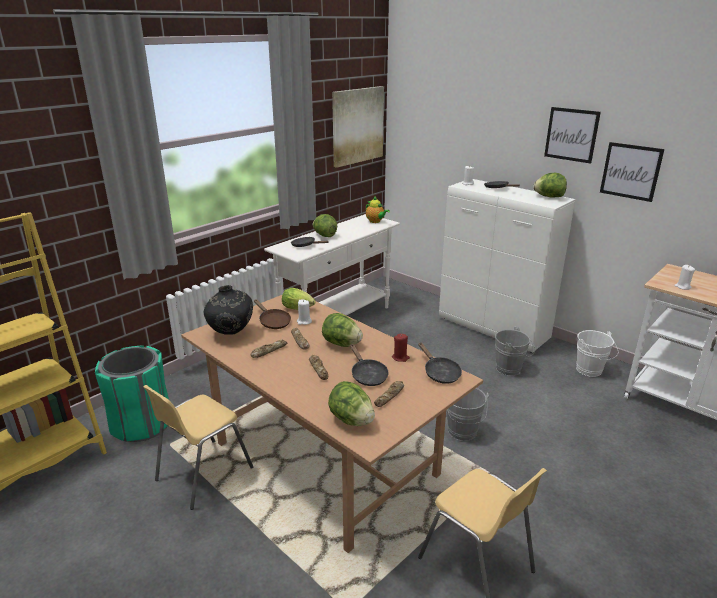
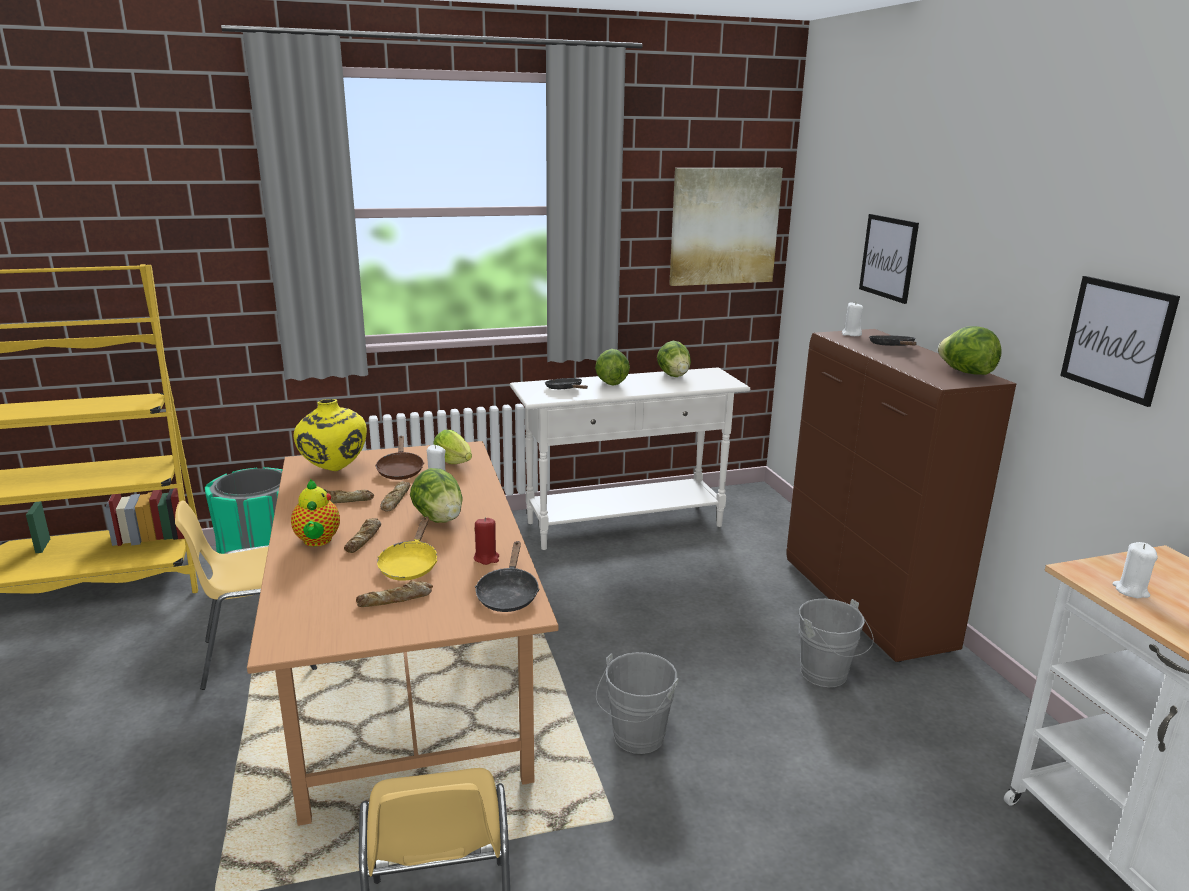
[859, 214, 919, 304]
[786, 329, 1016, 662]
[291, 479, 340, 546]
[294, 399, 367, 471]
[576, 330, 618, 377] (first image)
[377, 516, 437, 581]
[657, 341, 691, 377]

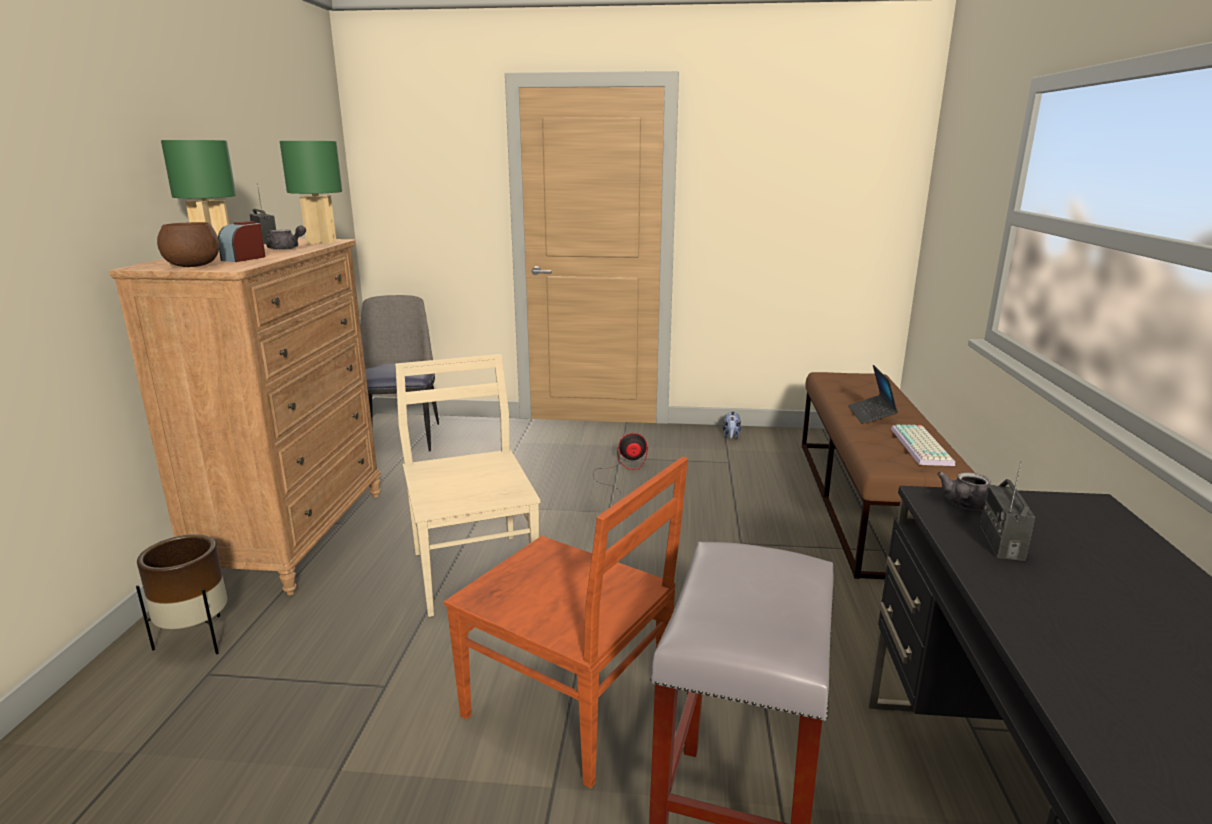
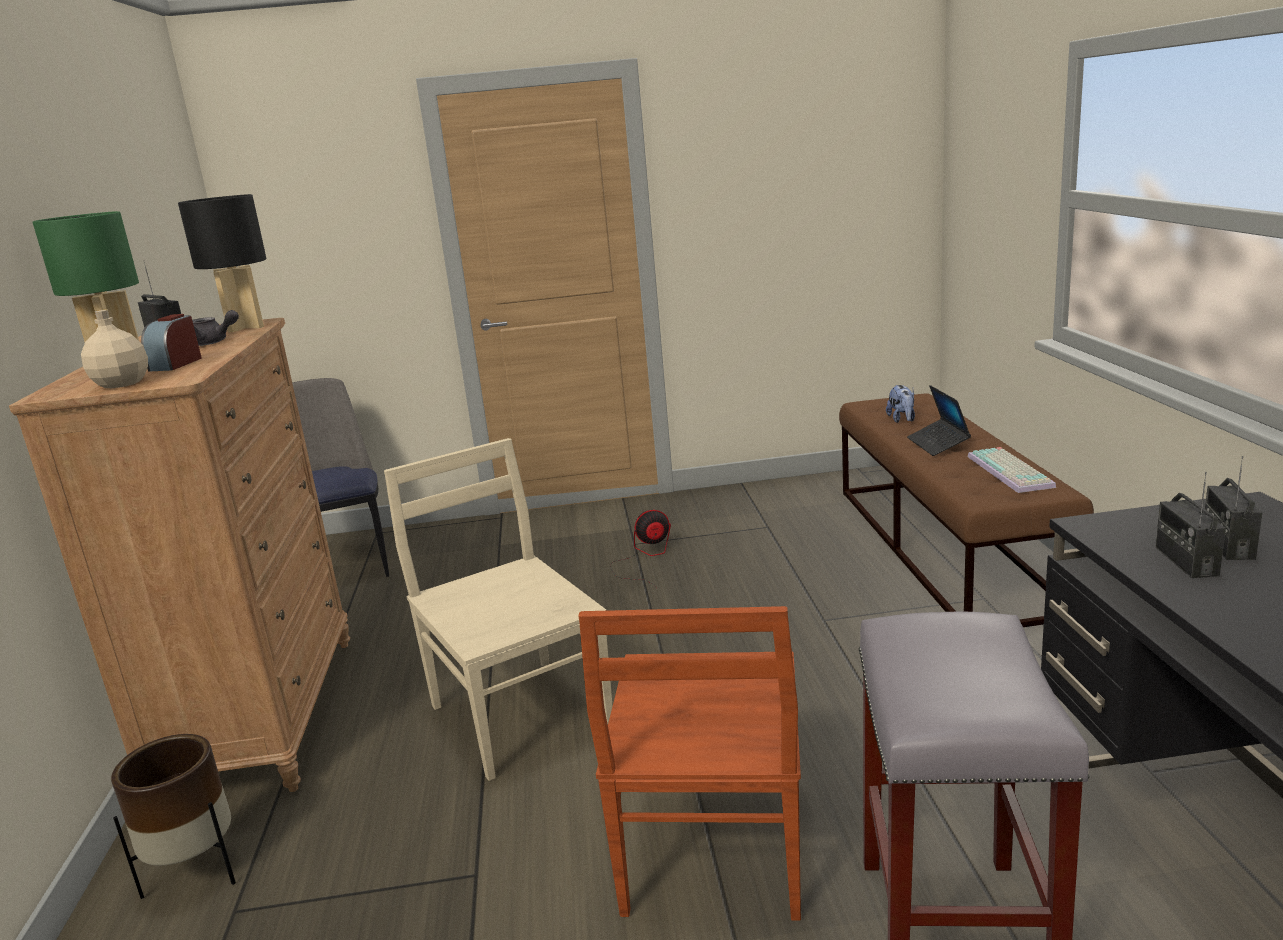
[178, 194, 266, 332]
[81, 310, 148, 388]
[886, 385, 915, 423]
[578, 606, 801, 921]
[937, 472, 991, 510] (first image)
[1204, 456, 1263, 560]

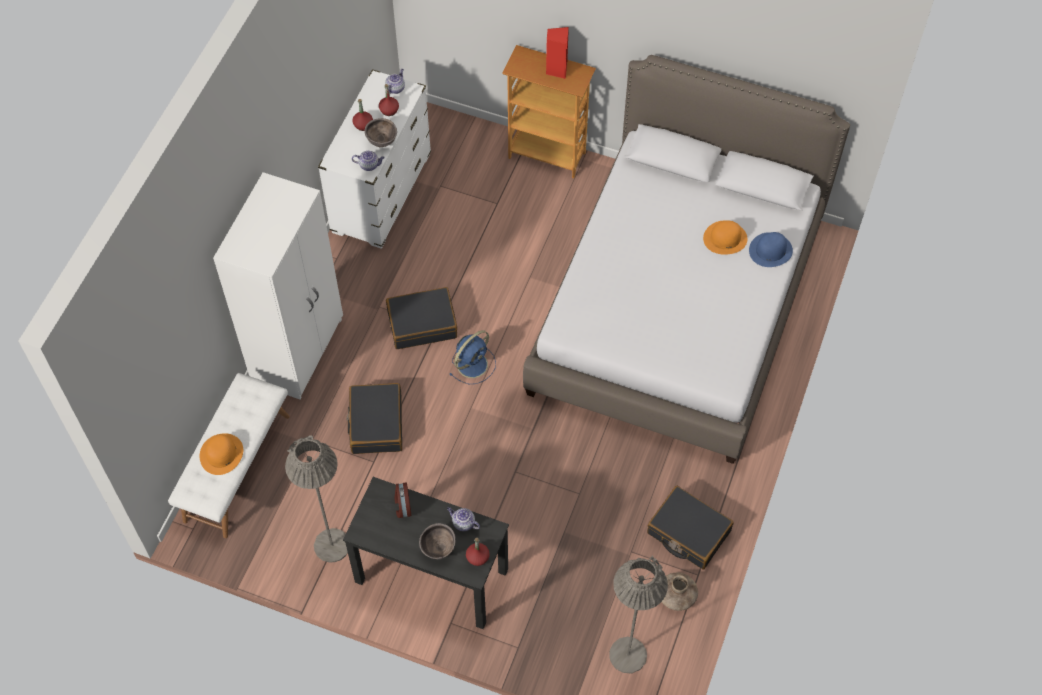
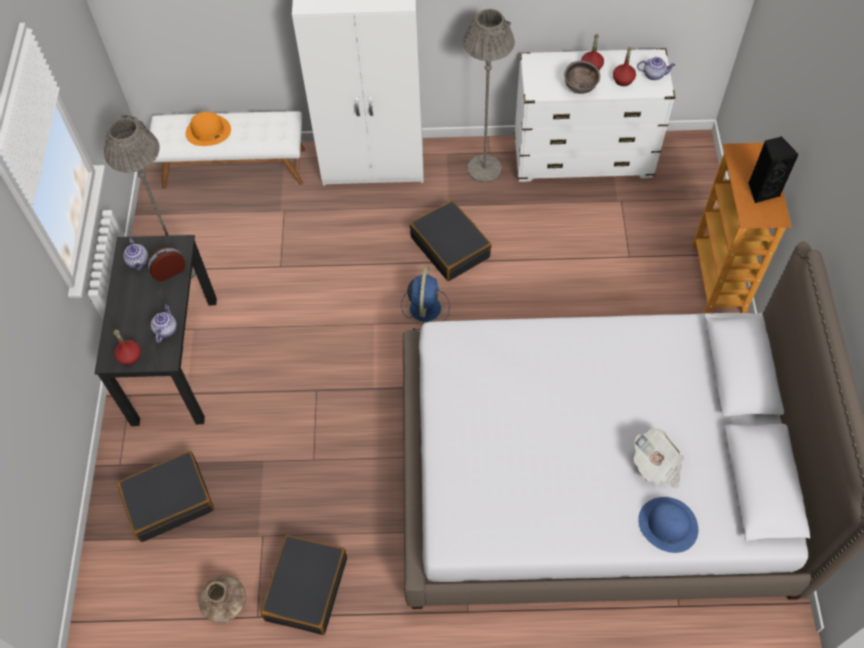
[748, 136, 799, 203]
[123, 238, 149, 270]
[634, 428, 684, 488]
[401, 266, 450, 330]
[117, 451, 214, 542]
[419, 523, 456, 560] (first image)
[463, 9, 515, 183]

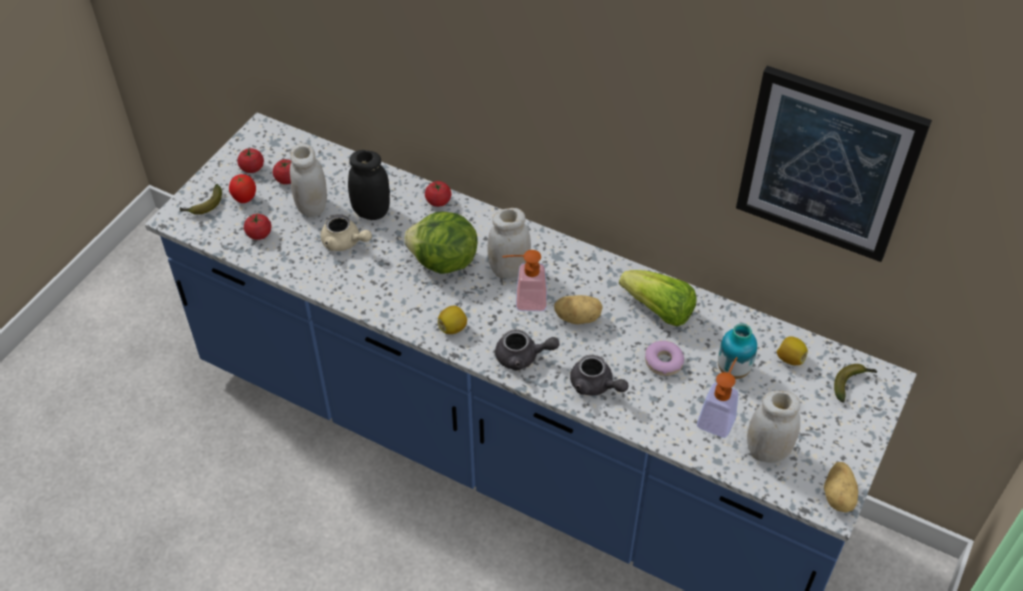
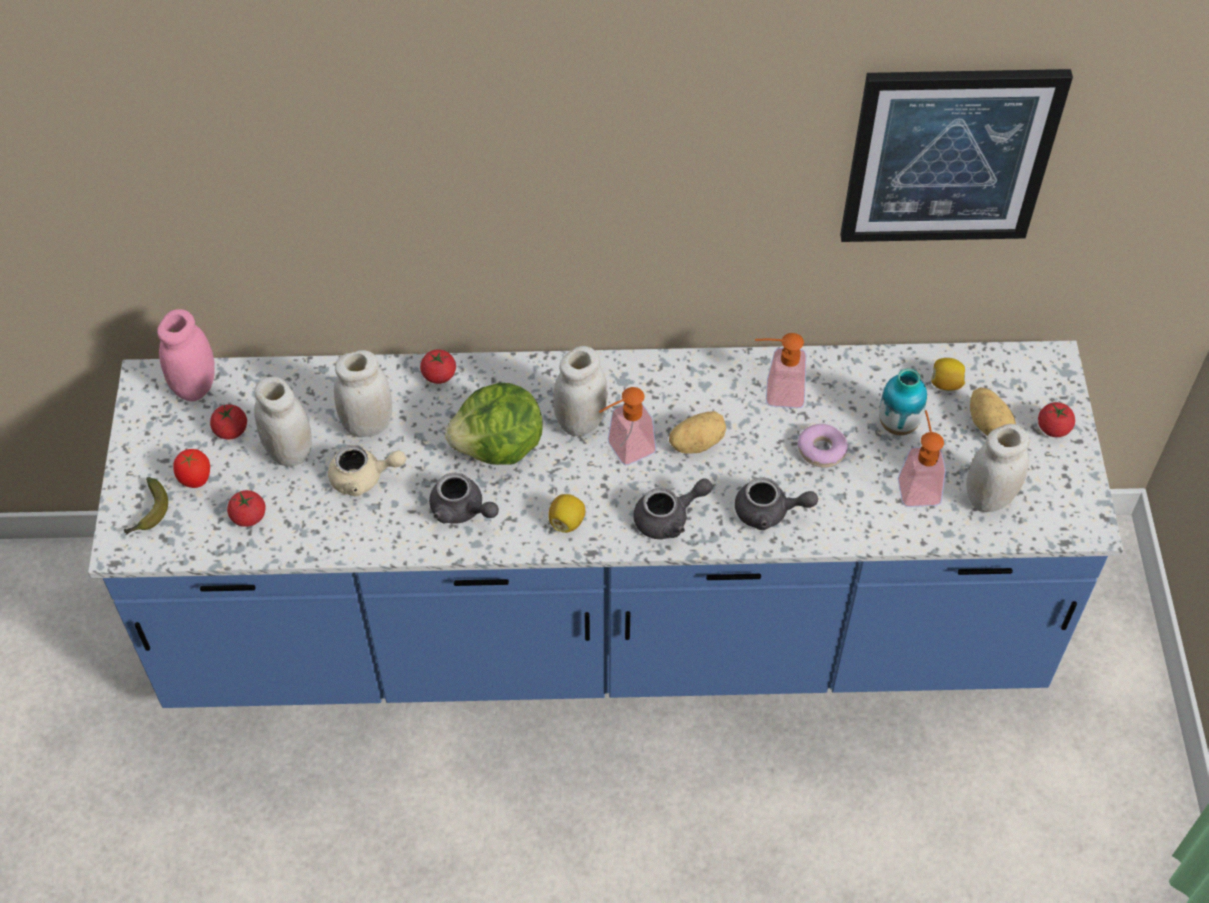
[1038, 402, 1075, 437]
[334, 350, 392, 437]
[755, 333, 806, 408]
[834, 364, 877, 402] (first image)
[970, 387, 1016, 436]
[157, 309, 215, 401]
[429, 473, 499, 523]

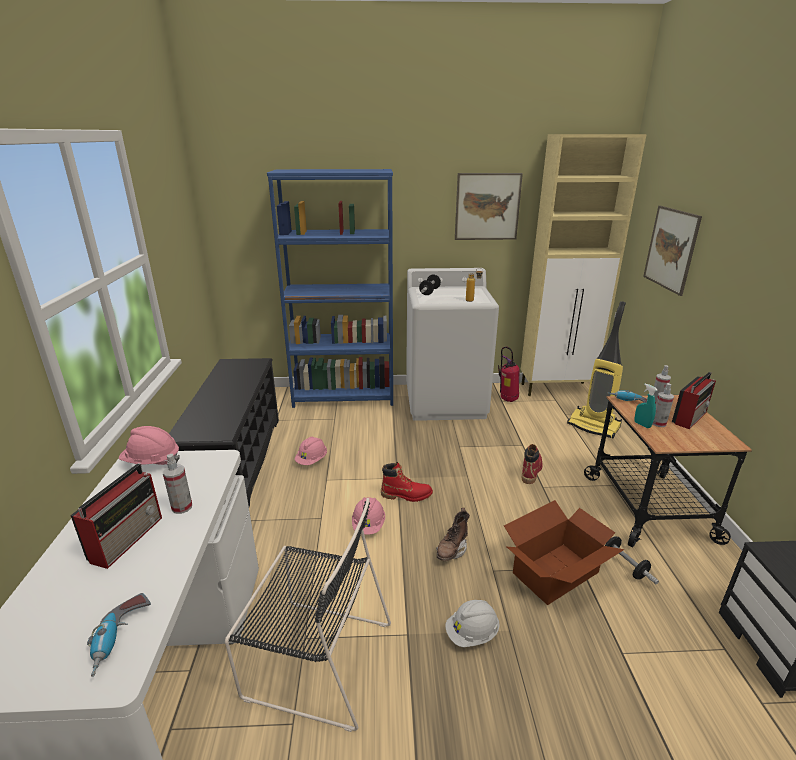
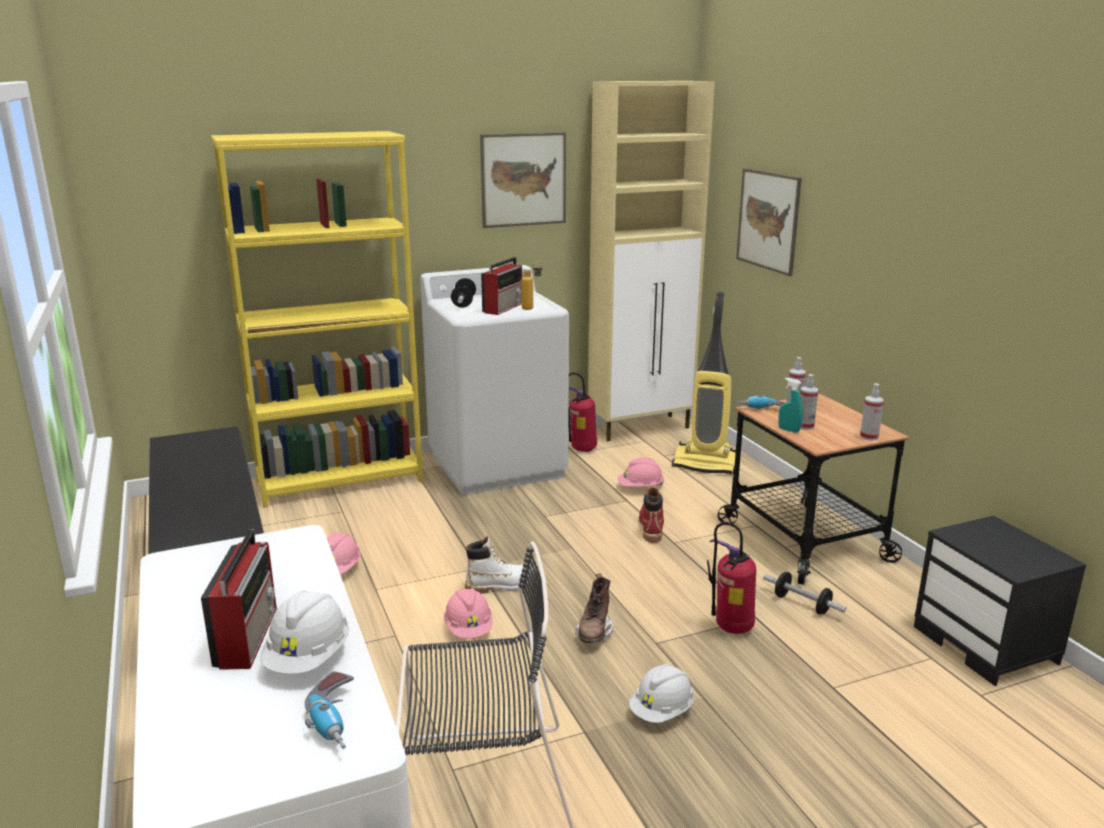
[211, 131, 423, 508]
[481, 257, 522, 315]
[618, 457, 664, 487]
[860, 383, 884, 441]
[465, 536, 538, 594]
[707, 522, 756, 634]
[260, 590, 349, 674]

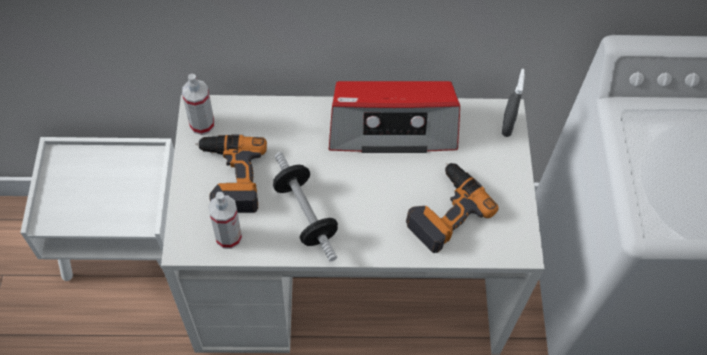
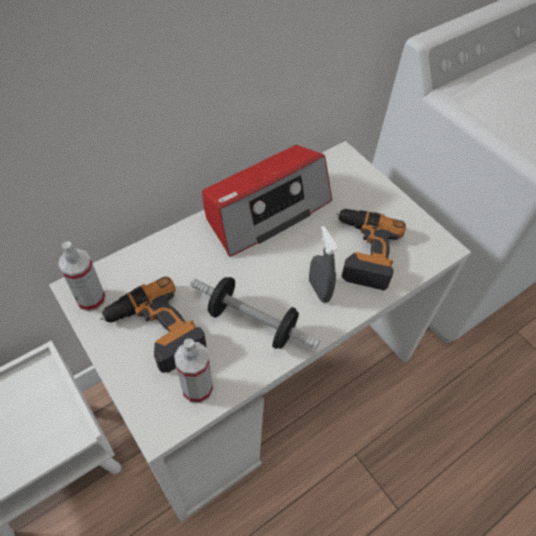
[309, 226, 338, 303]

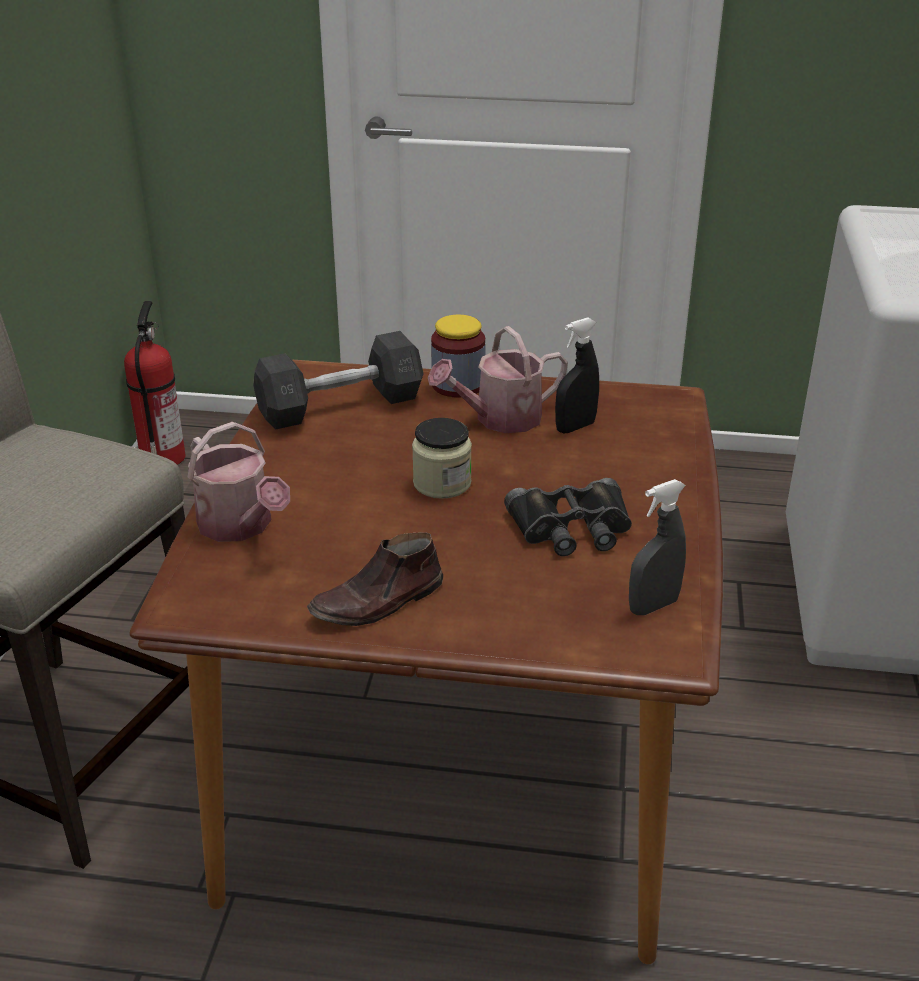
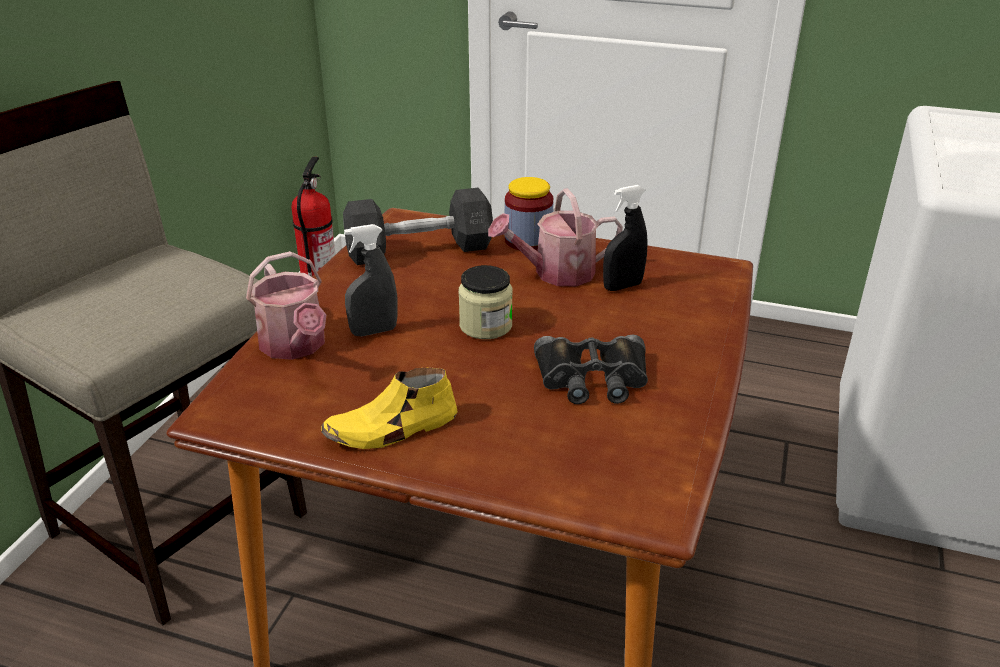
[344, 224, 398, 336]
[321, 368, 457, 449]

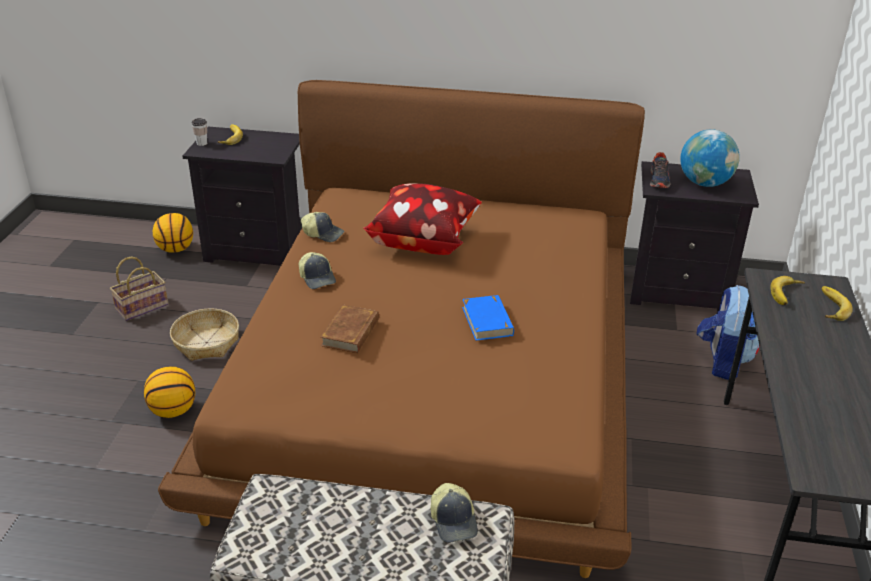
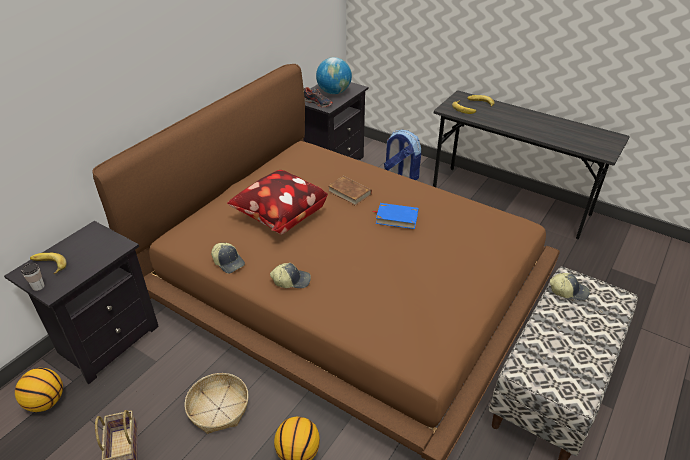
[211, 243, 245, 274]
[328, 176, 372, 206]

